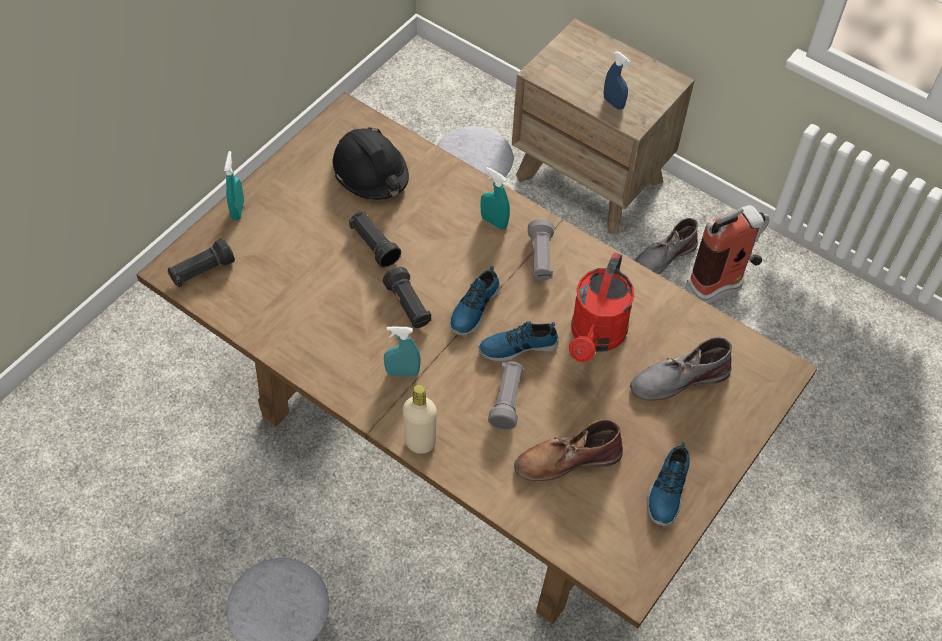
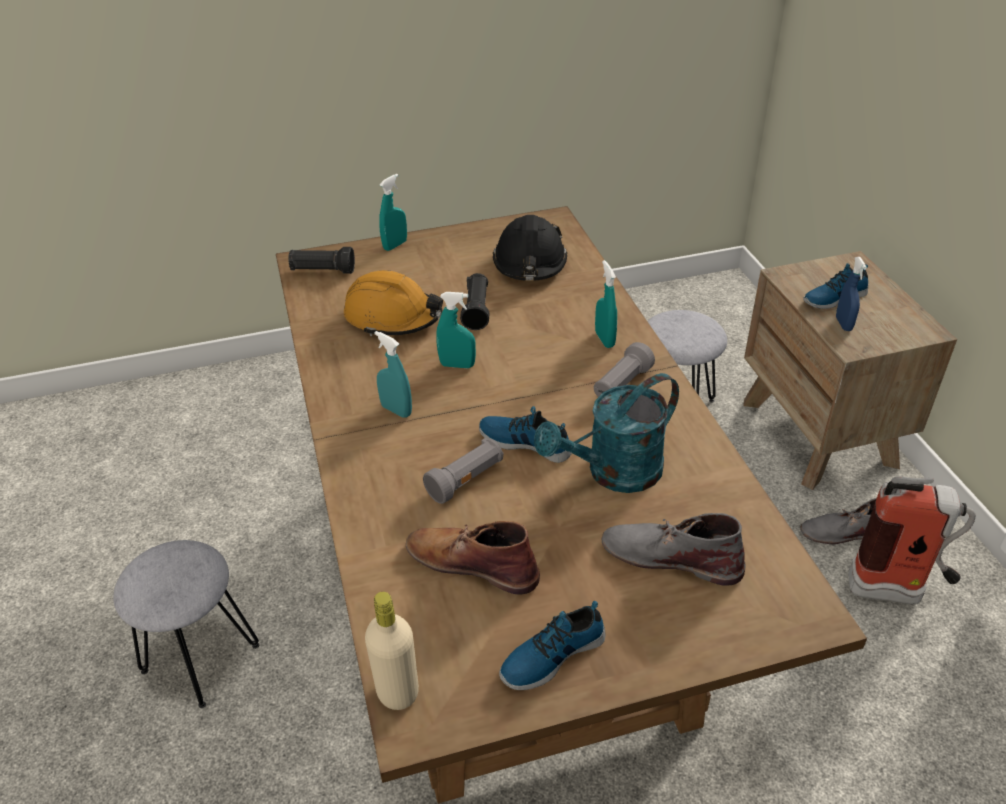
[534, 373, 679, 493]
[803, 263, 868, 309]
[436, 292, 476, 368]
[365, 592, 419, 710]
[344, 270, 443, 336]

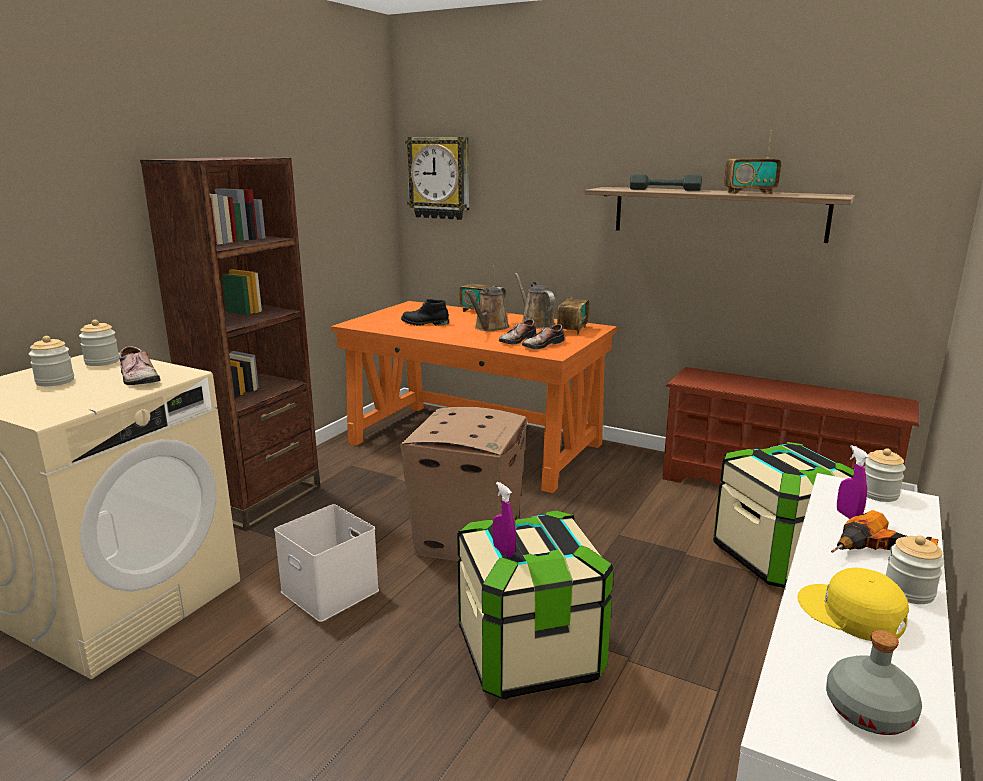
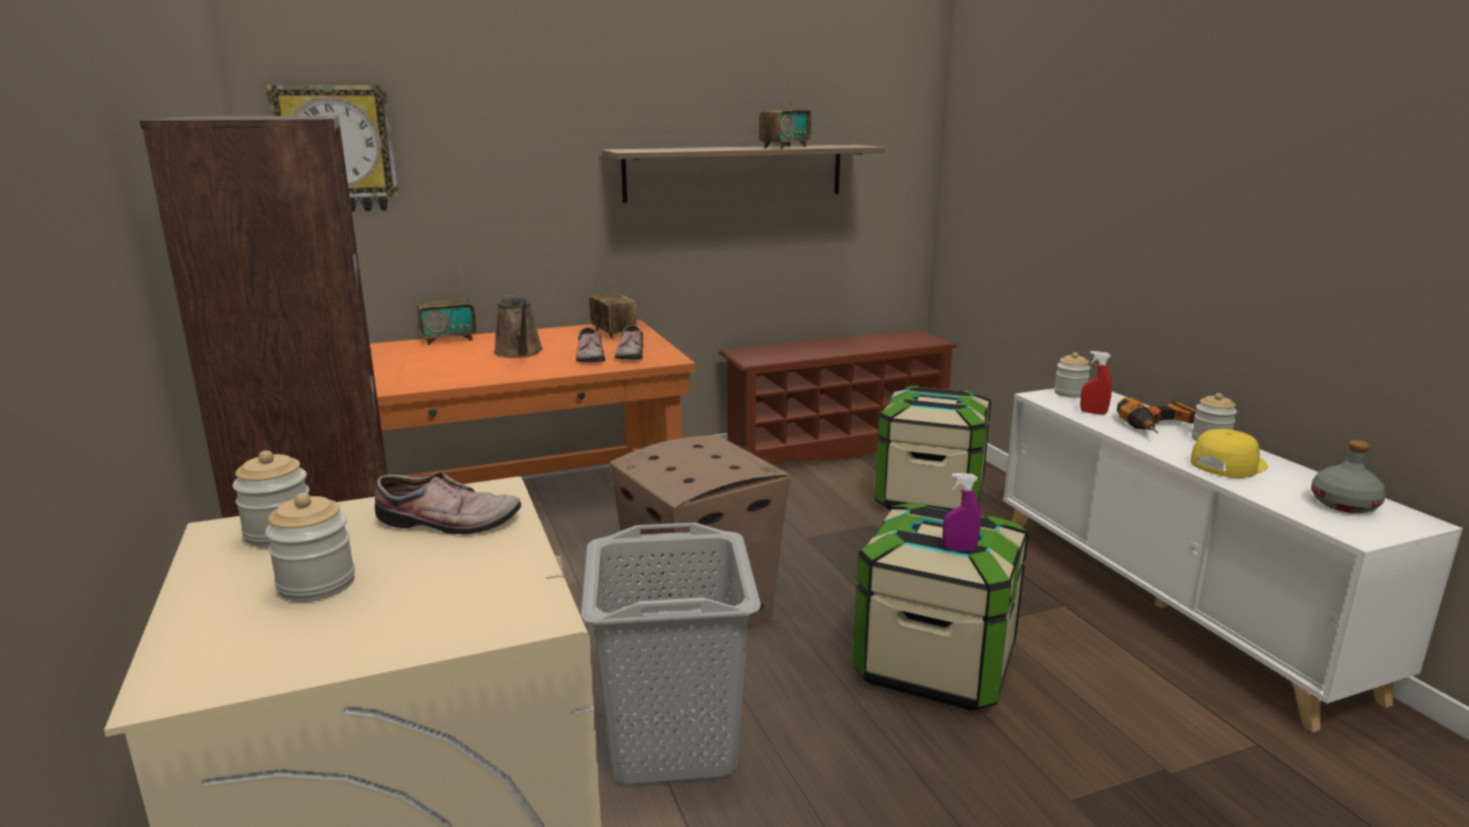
[630, 174, 702, 191] (first image)
[515, 273, 555, 328] (first image)
[401, 299, 449, 326] (first image)
[1080, 351, 1112, 415]
[581, 523, 761, 785]
[1190, 429, 1268, 478]

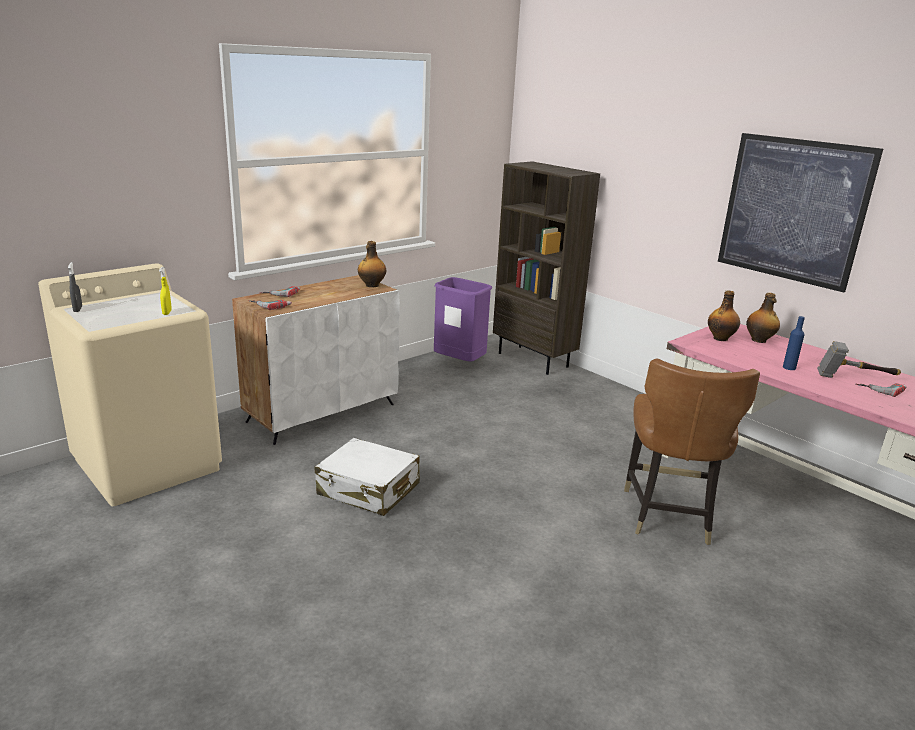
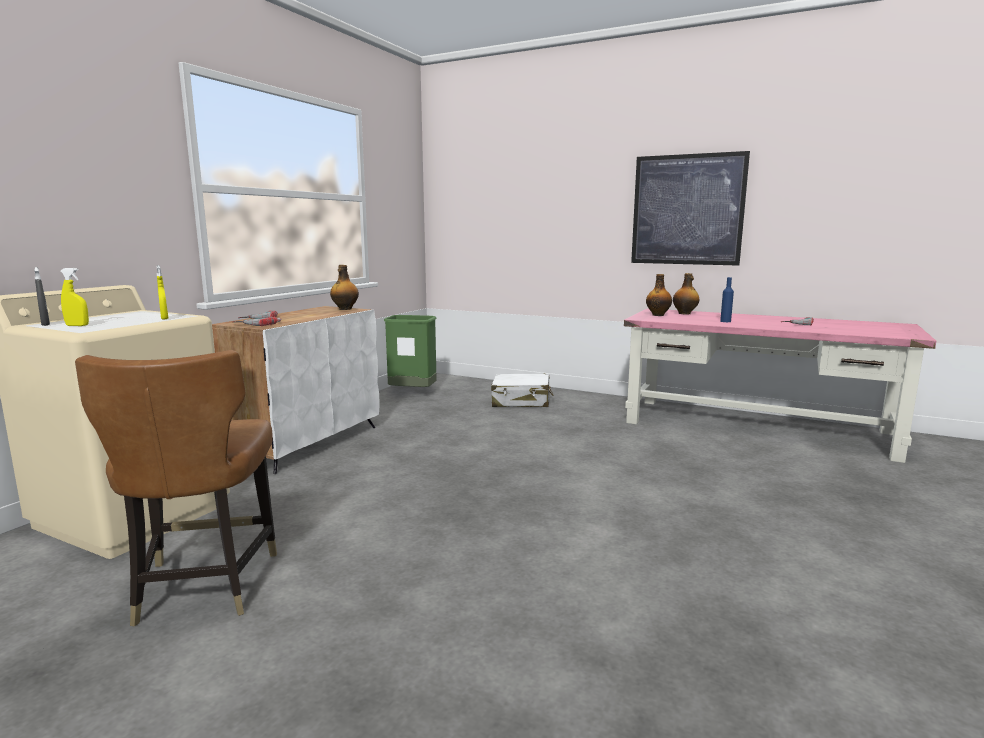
[493, 161, 600, 375] (first image)
[384, 315, 437, 387]
[817, 341, 901, 378] (first image)
[75, 350, 277, 627]
[491, 373, 553, 407]
[61, 268, 89, 326]

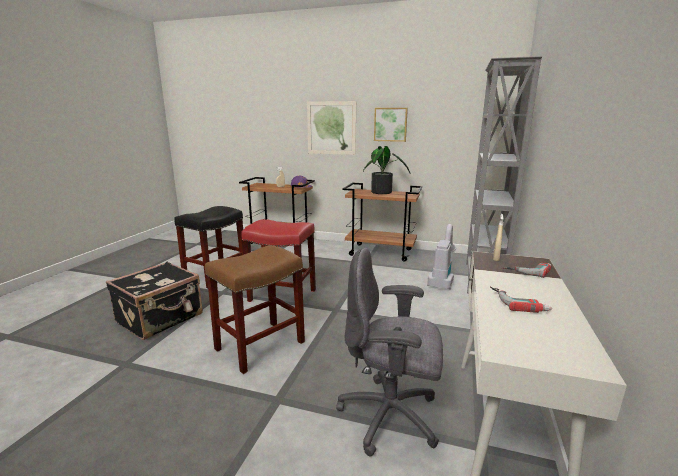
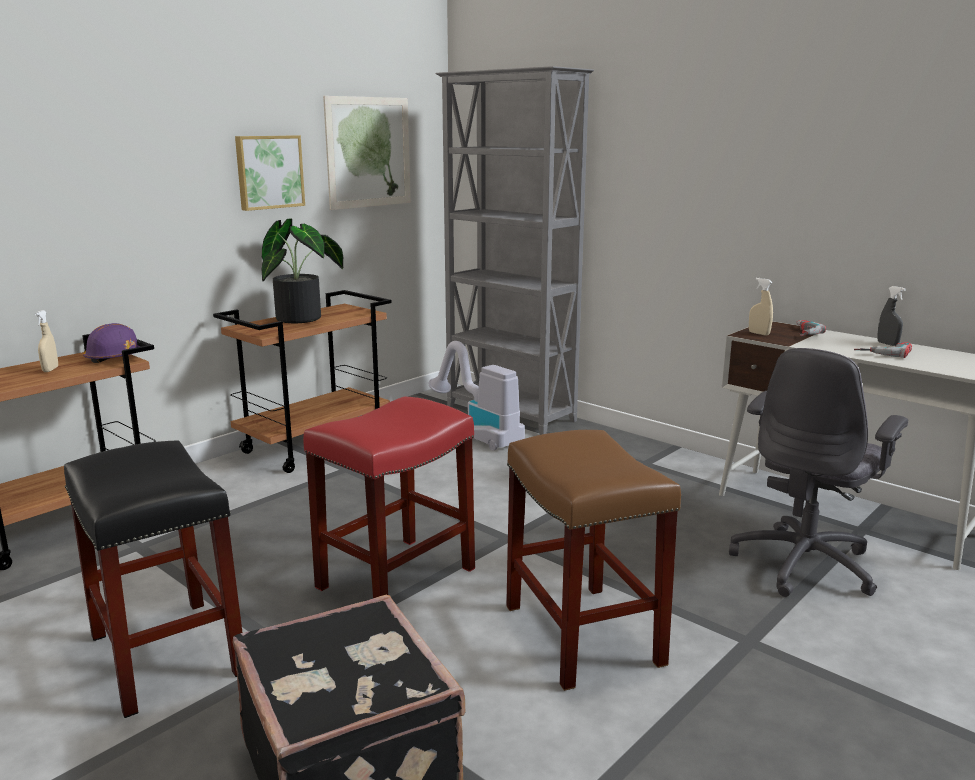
[323, 96, 411, 210]
[877, 286, 906, 346]

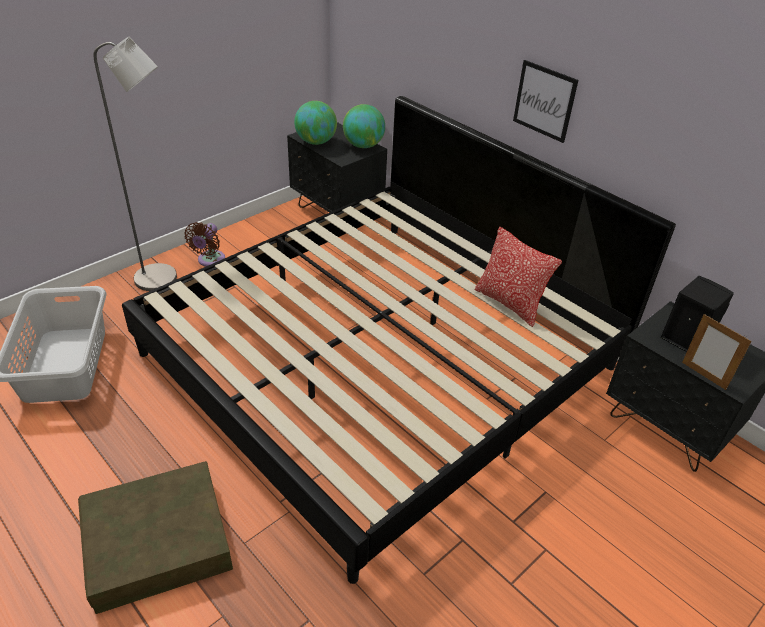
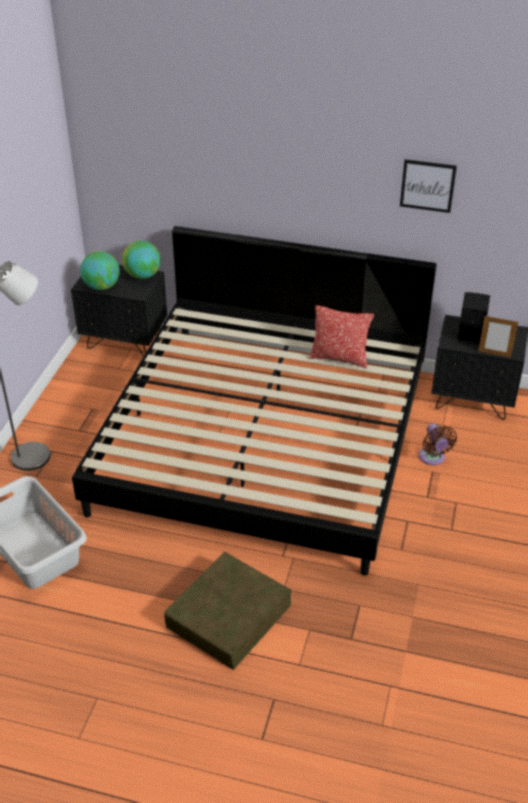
[400, 159, 457, 213]
[419, 423, 457, 465]

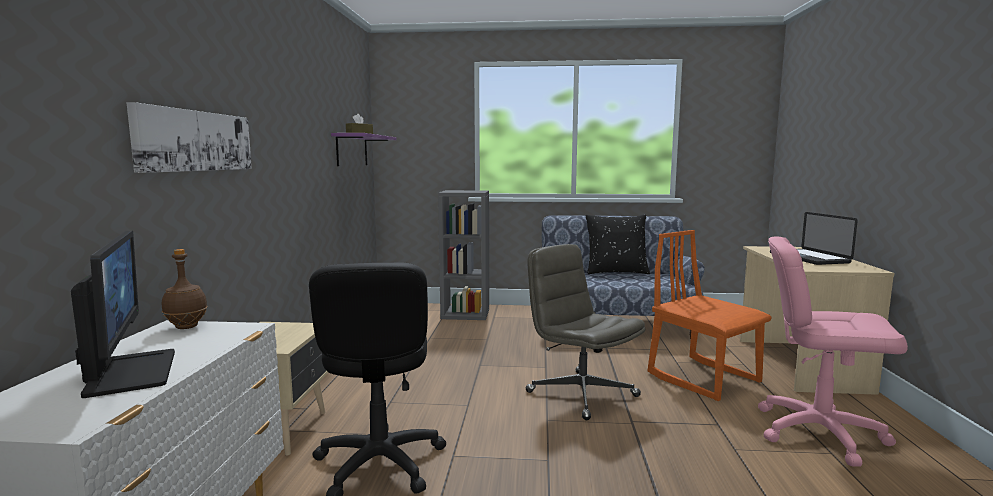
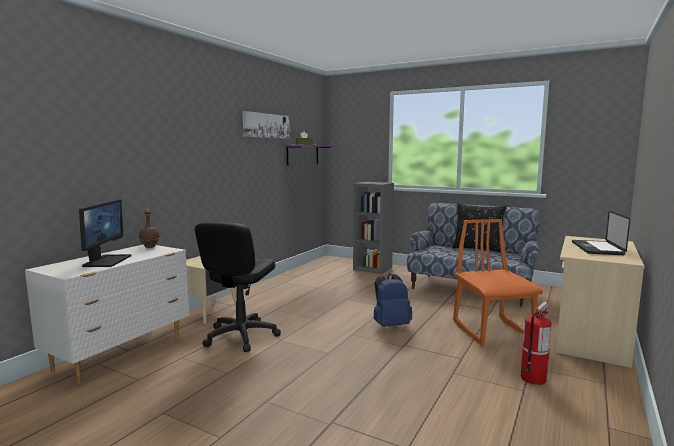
[242, 111, 290, 138]
[521, 302, 552, 385]
[374, 273, 412, 327]

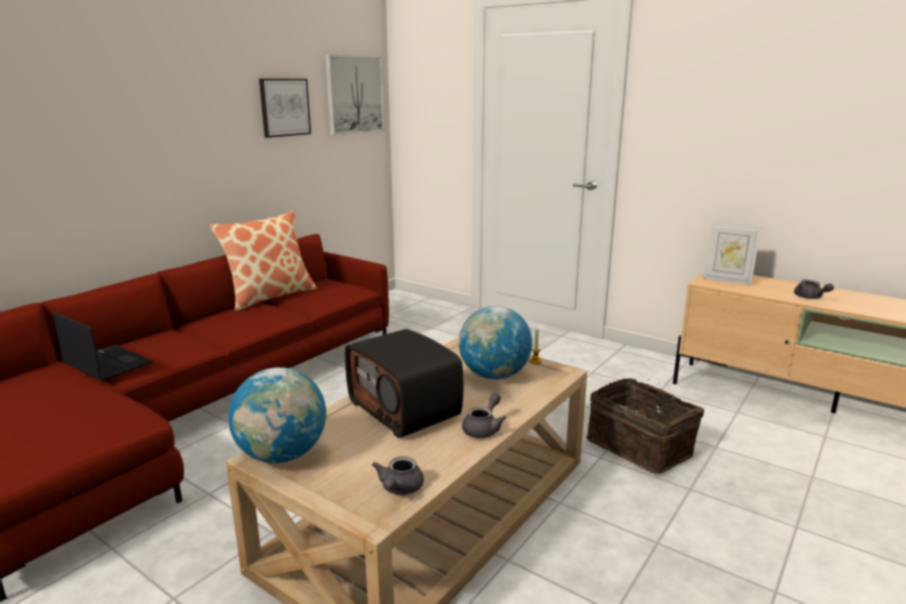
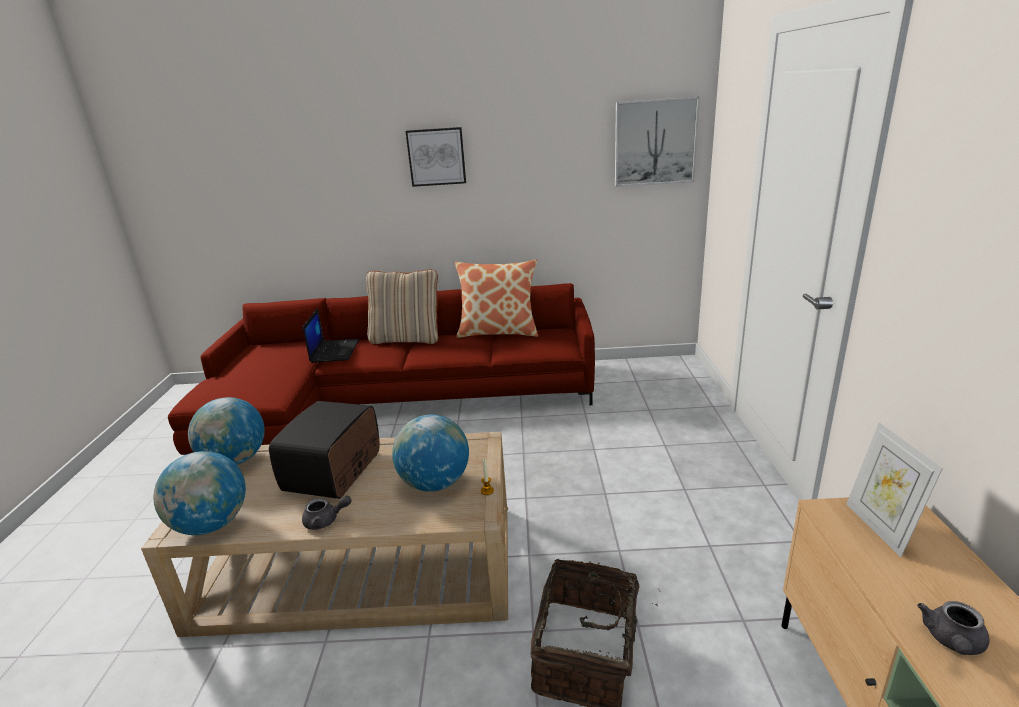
[406, 127, 466, 187]
[153, 451, 246, 535]
[366, 269, 438, 344]

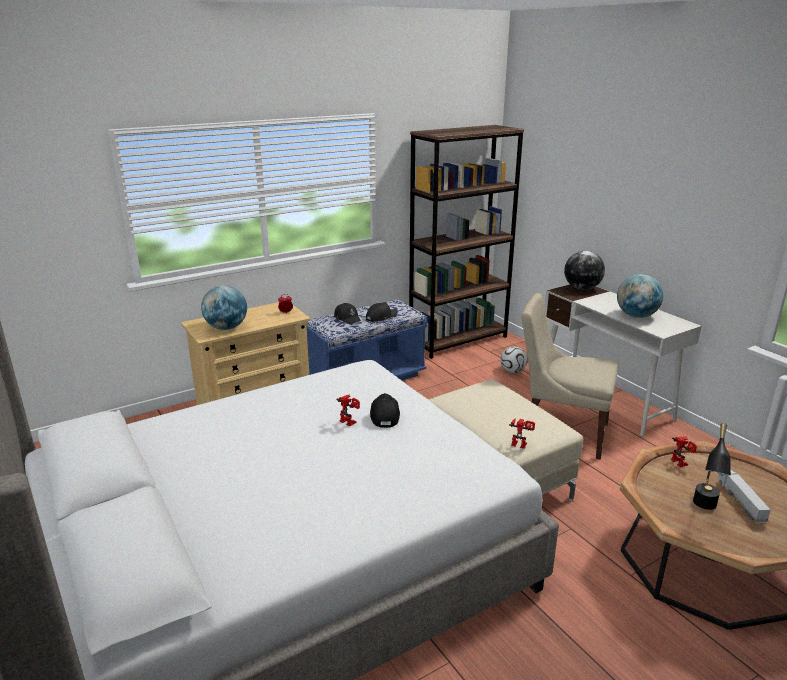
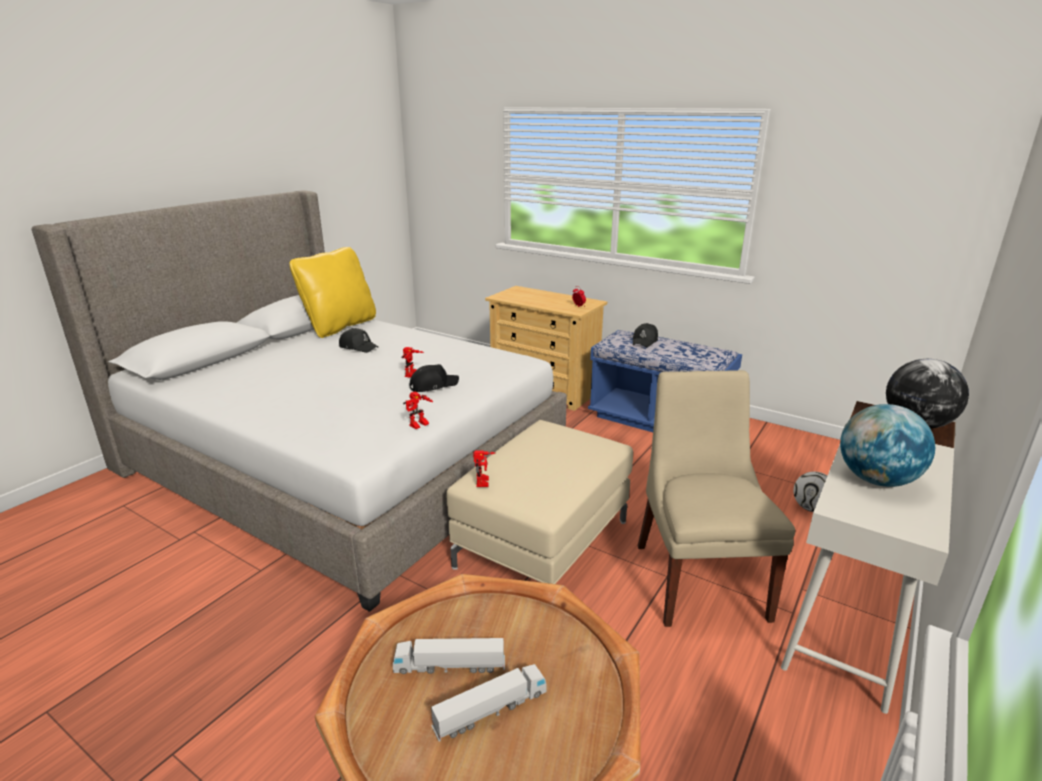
[409, 125, 524, 359] (first image)
[201, 285, 247, 330] (first image)
[339, 328, 378, 353]
[393, 638, 505, 674]
[403, 391, 433, 429]
[290, 247, 376, 338]

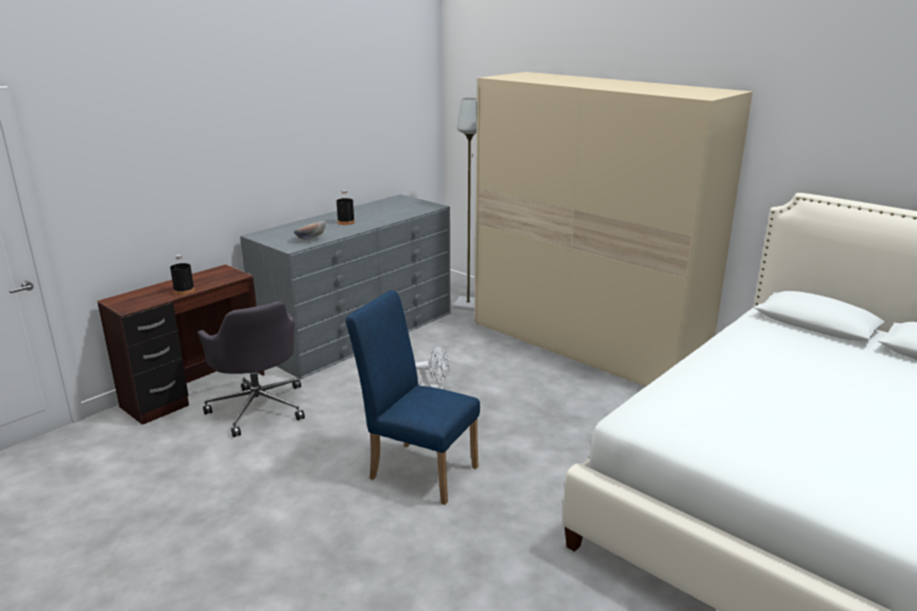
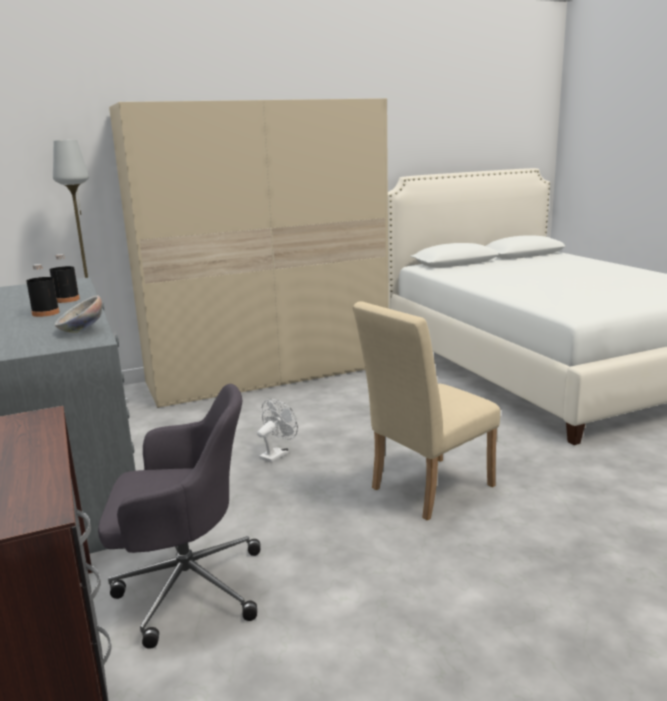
[50, 254, 80, 303]
[353, 301, 500, 521]

